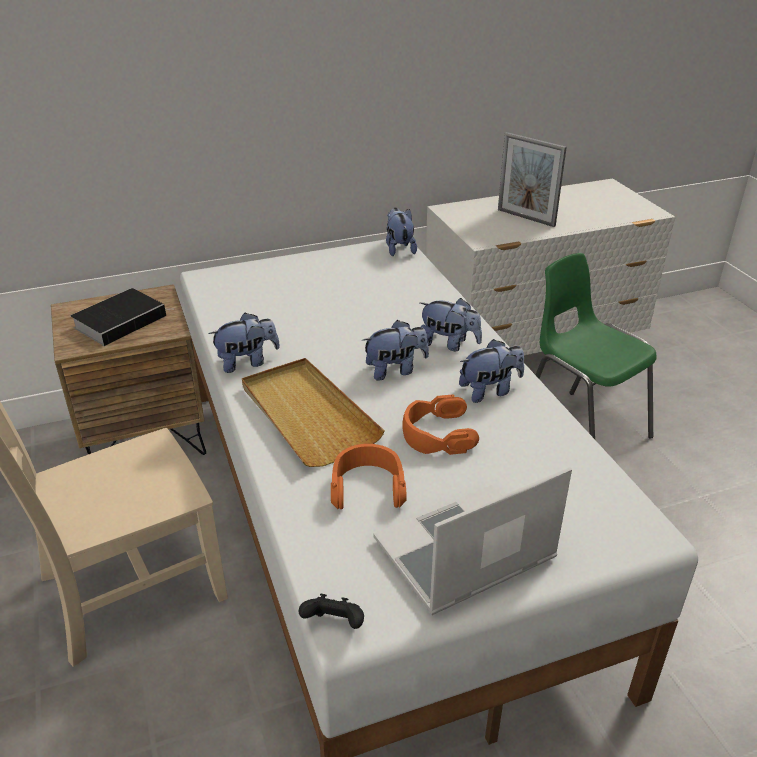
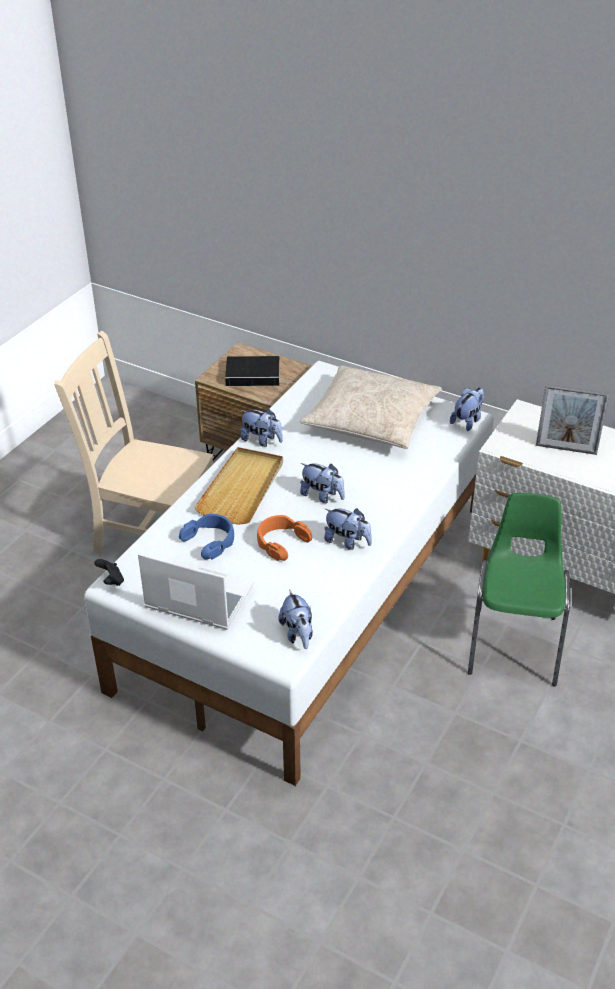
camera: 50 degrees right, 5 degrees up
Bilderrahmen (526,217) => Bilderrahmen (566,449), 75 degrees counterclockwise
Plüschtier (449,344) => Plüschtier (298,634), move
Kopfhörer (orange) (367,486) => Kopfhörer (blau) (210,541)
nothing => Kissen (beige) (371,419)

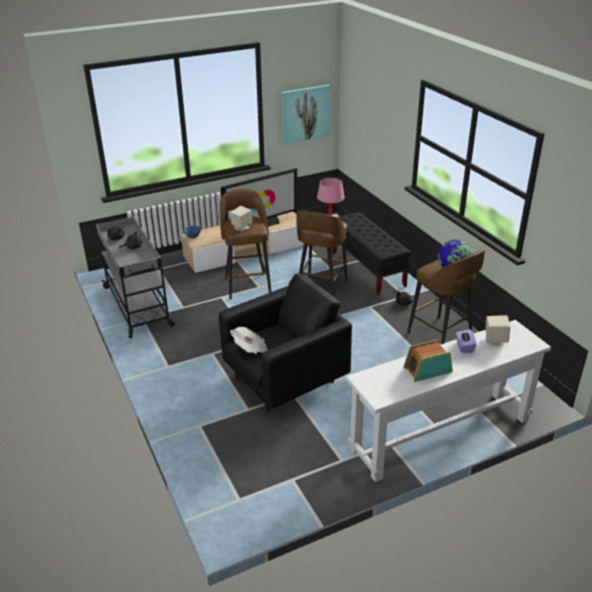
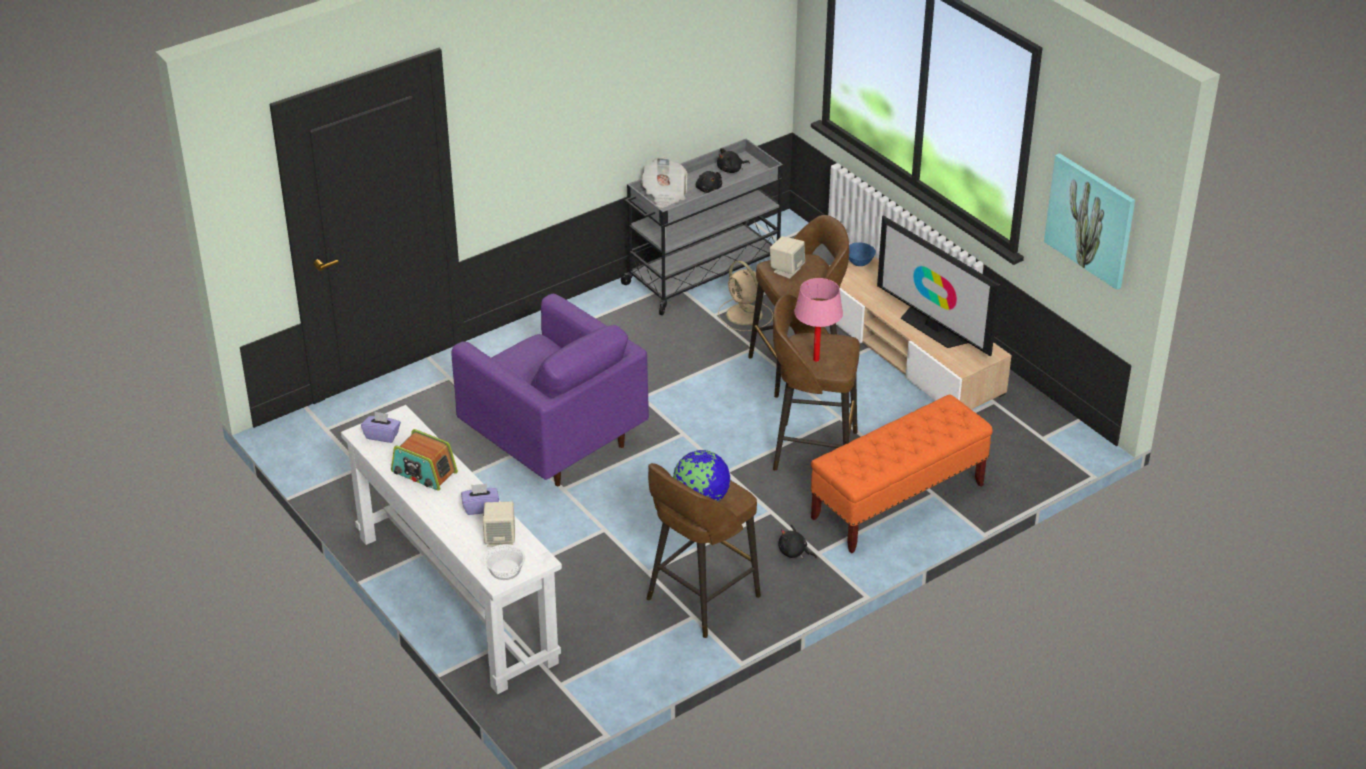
camera: 80 degrees right, 5 degrees up
Bank (schwarz) (368,269) => Bank (orange) (897,502)
Sessel (schwarz) (285,381) => Sessel (lila) (552,439)
Zeitung (251,349) => Zeitung (664,194), move
Radio (427,370) => Radio (424,473), 150 degrees clockwise
nothing => Ventilator (beige) (745,315)
nothing => Taschentuchbox (lila) (382,435)
nothing => Schüssel (505,570)

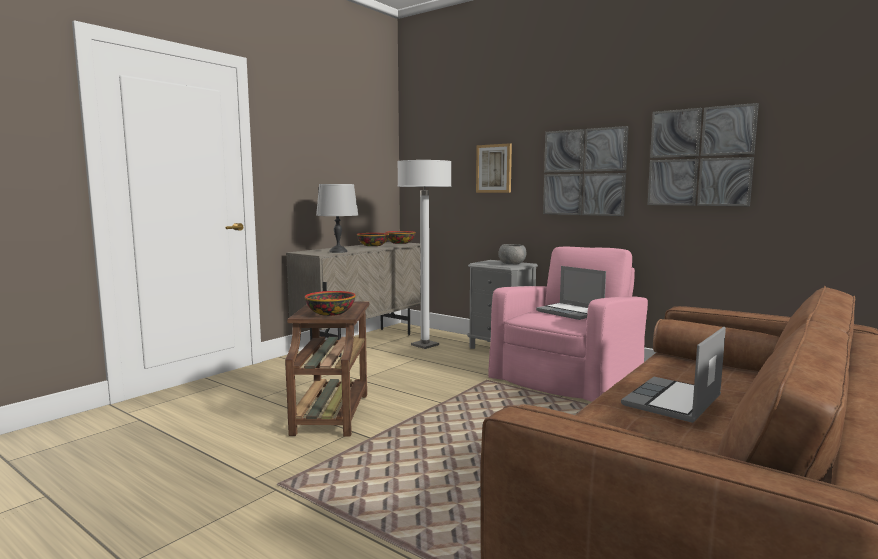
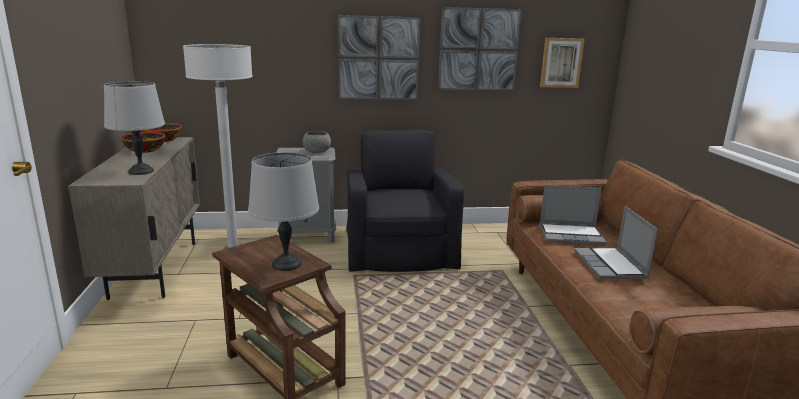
camera: 45 degrees left, 10 degrees up
Bild (494,168) => Bild (561,62), move
Sessel (rosa) (568,374) => Sessel (schwarz) (399,247)
Laptop (571,312) => Laptop (572,235), move
Schüssel (331,313) => Tischlampe (grau) (287,264)

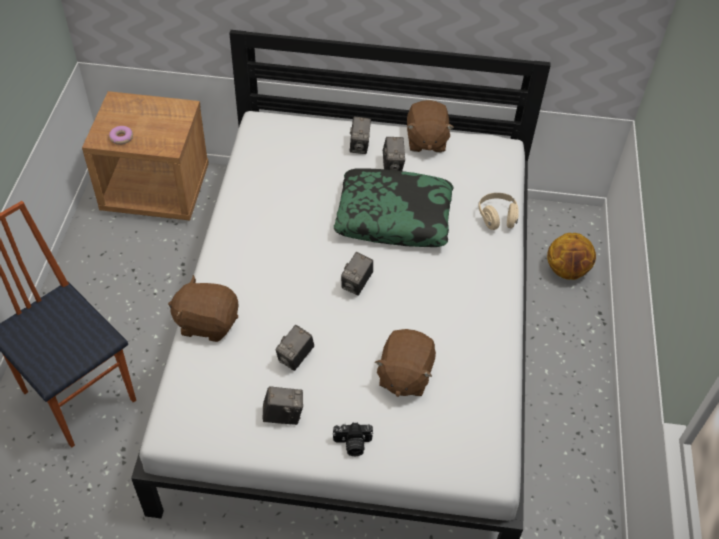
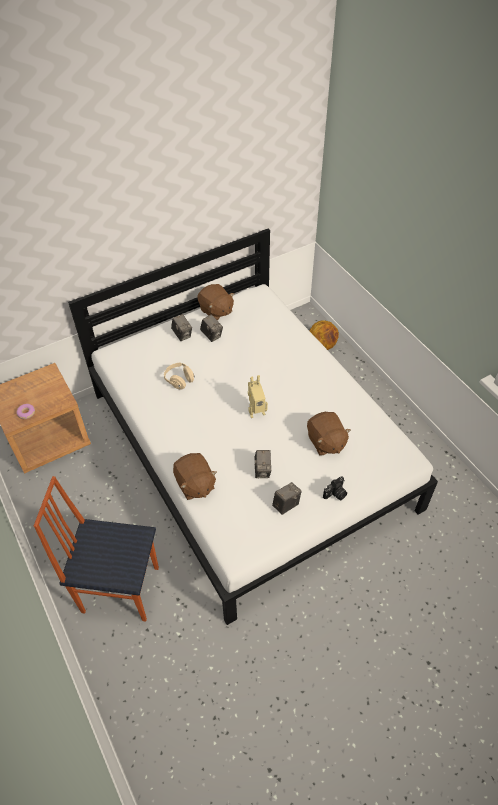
camera: 35 degrees left, 0 degrees up
Kissen (394,216) => nothing
Kopfhörer (beige) (497,218) => Kopfhörer (beige) (179,380), move
Kamera (356,284) => Spielzeugroboter (256,411)
Plüschtier (braun) (207,322) => Plüschtier (braun) (195,484), 90 degrees counterclockwise

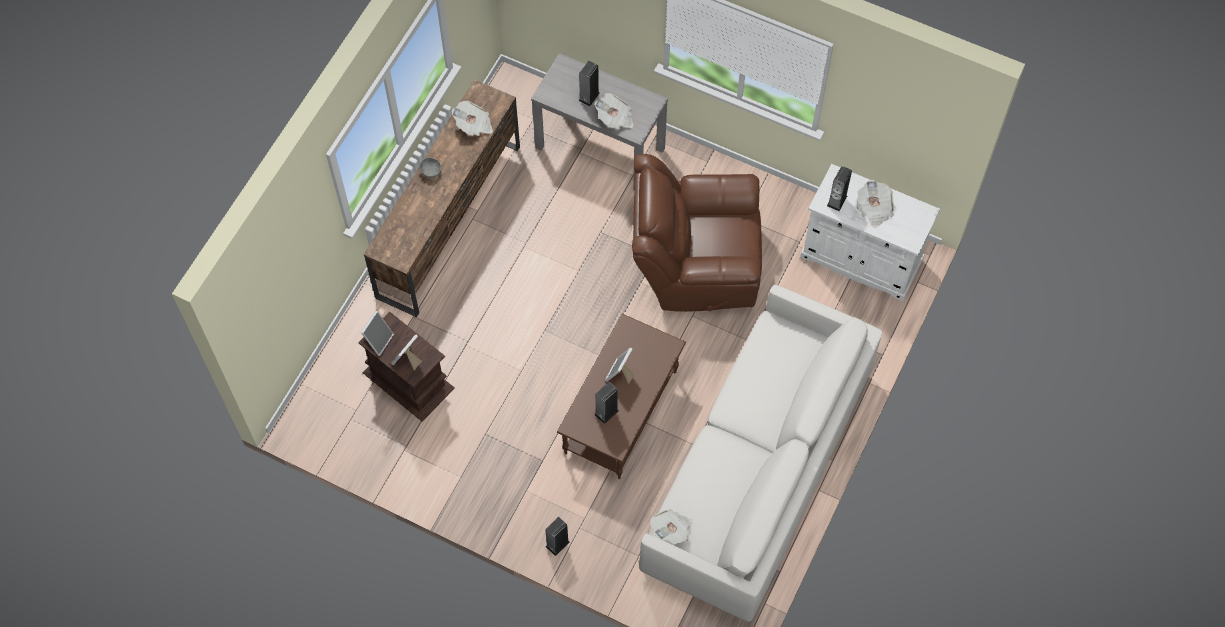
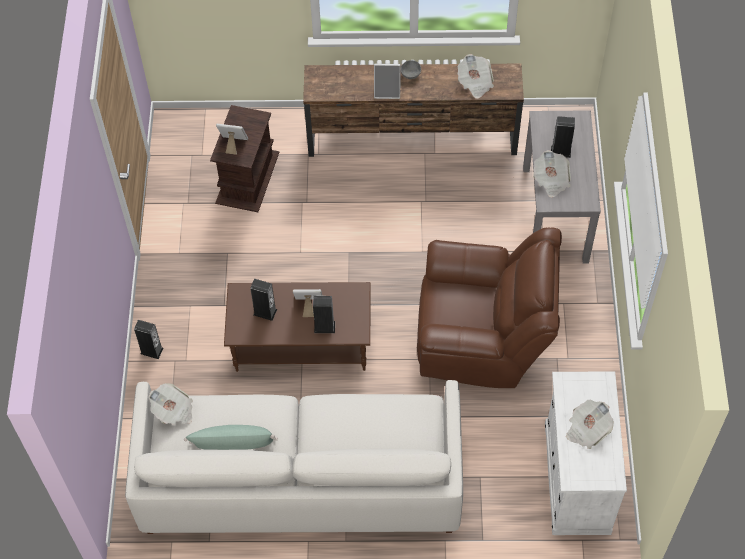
camera: 65 degrees right, 5 degrees down
Sessel (braun) (695,264) => Sessel (braun) (483,339), 120 degrees clockwise
Lautsprecher (837,200) => Lautsprecher (324,327), move
Bilderrahmen (378,340) => Bilderrahmen (387,91), move
nothing => Kissen (grün) (233,444)

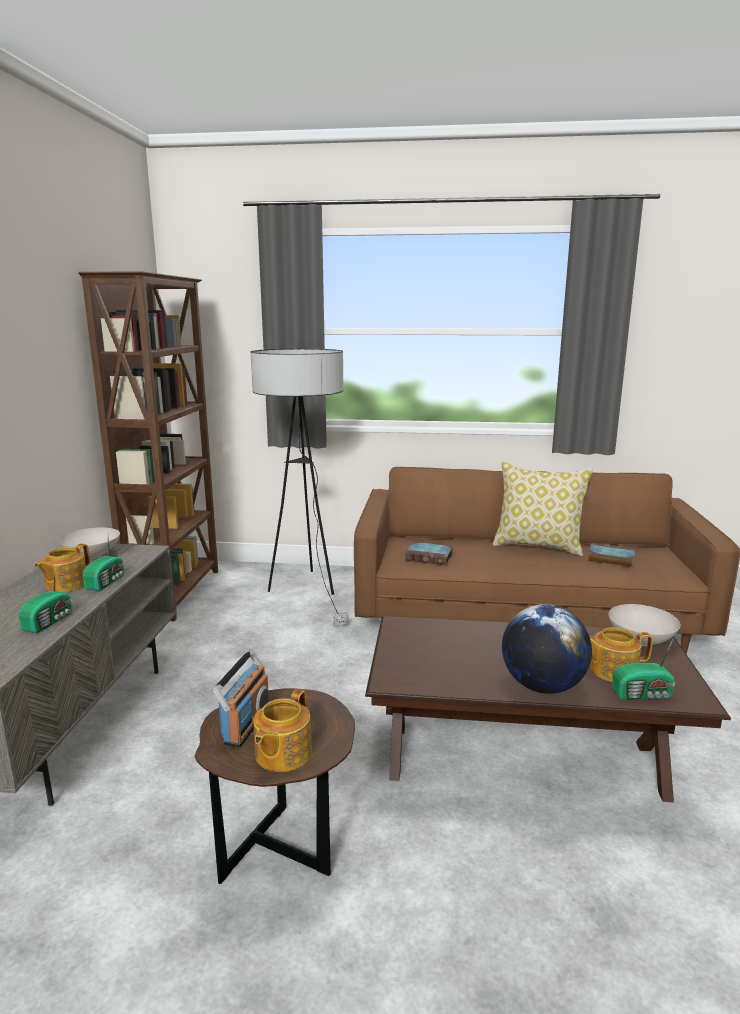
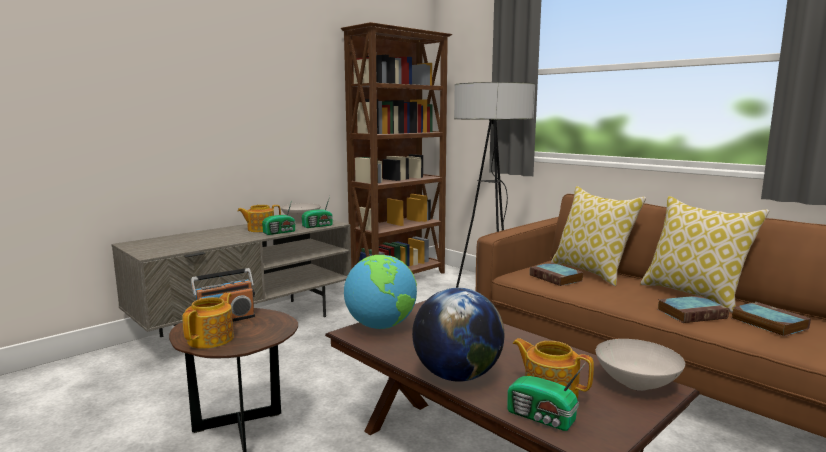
camera: 40 degrees right, 5 degrees down
Radio (50,621) => Radio (318,226), move
Teekanne (282,754) => Teekanne (212,339), 135 degrees clockwise
nothing => Kissen (591,272)
nothing => Globus (381,326)
nothing => Buch (692,313)

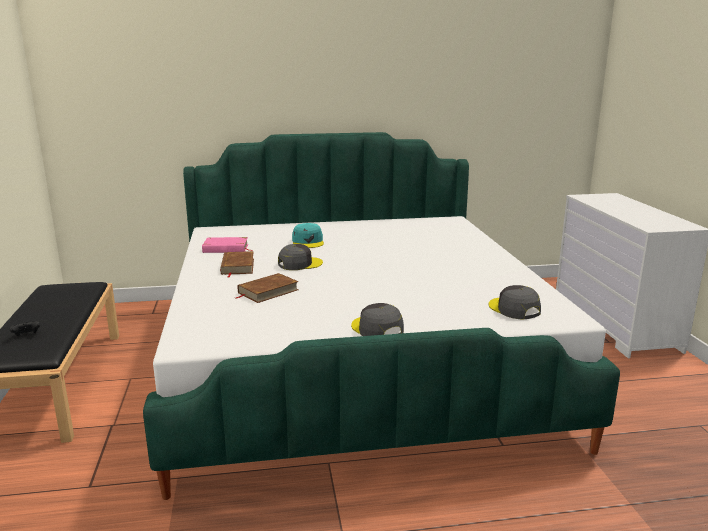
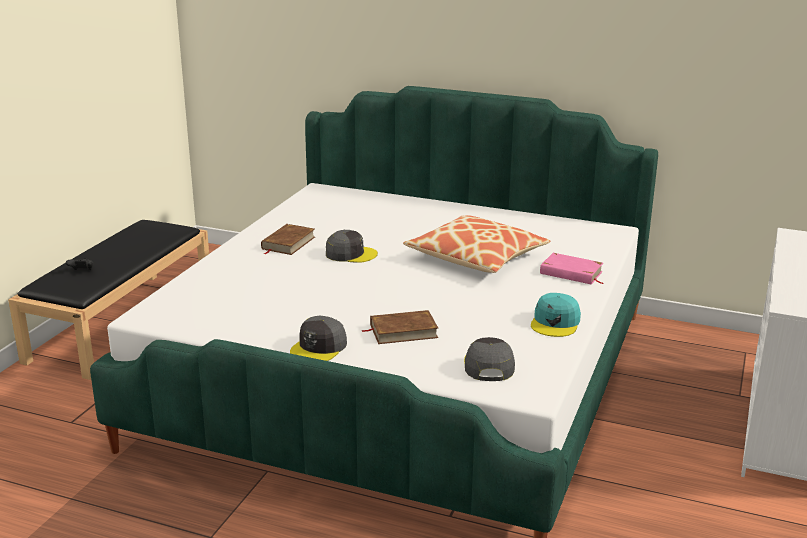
camera: 30 degrees right, 5 degrees up
Kappe (türkis) (308,242) => Kappe (türkis) (555,323), move
Buch (rosa) (226,248) => Buch (rosa) (571,273), move
Buch (braun) (268,291) => Buch (braun) (403,331), move
Kappe (grau) (377,329) => Kappe (grau) (319,347), 150 degrees counterclockwise
nothing => Kissen (476,257)

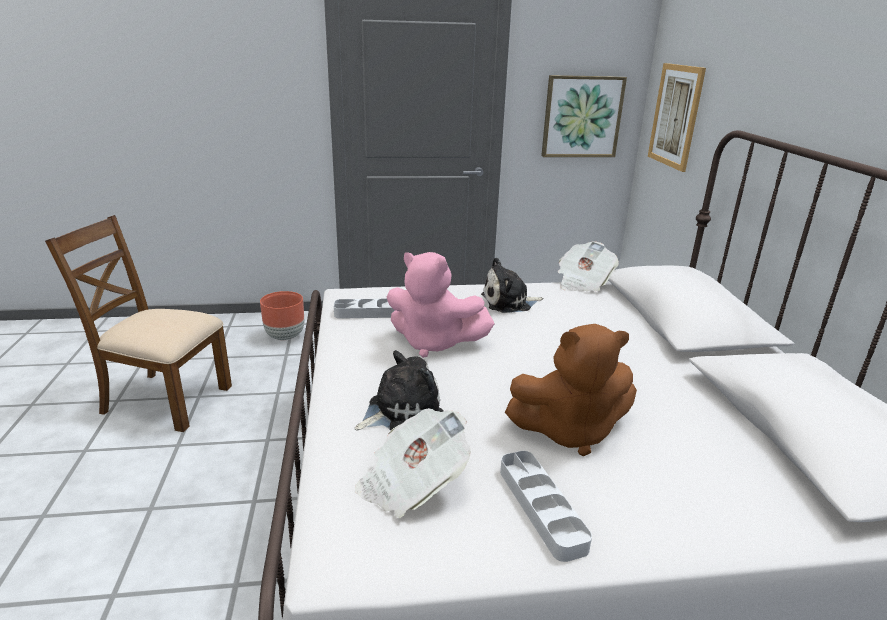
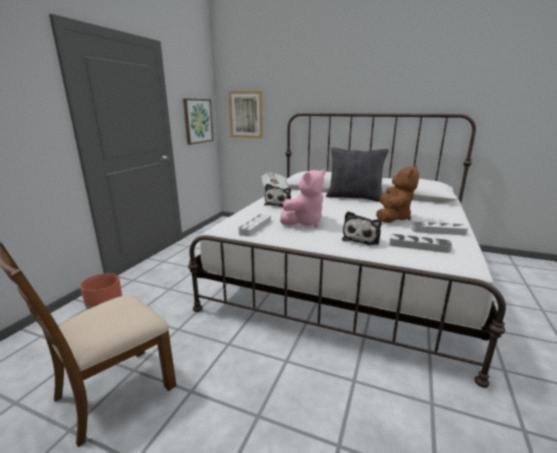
camera: 60 degrees left, 5 degrees down
Plüschtier (401,410) => Plüschtier (362,238), 150 degrees counterclockwise
Zeitung (412,483) => Tablett (grau) (419,246)
nothing => Kissen (schwarz) (354,197)

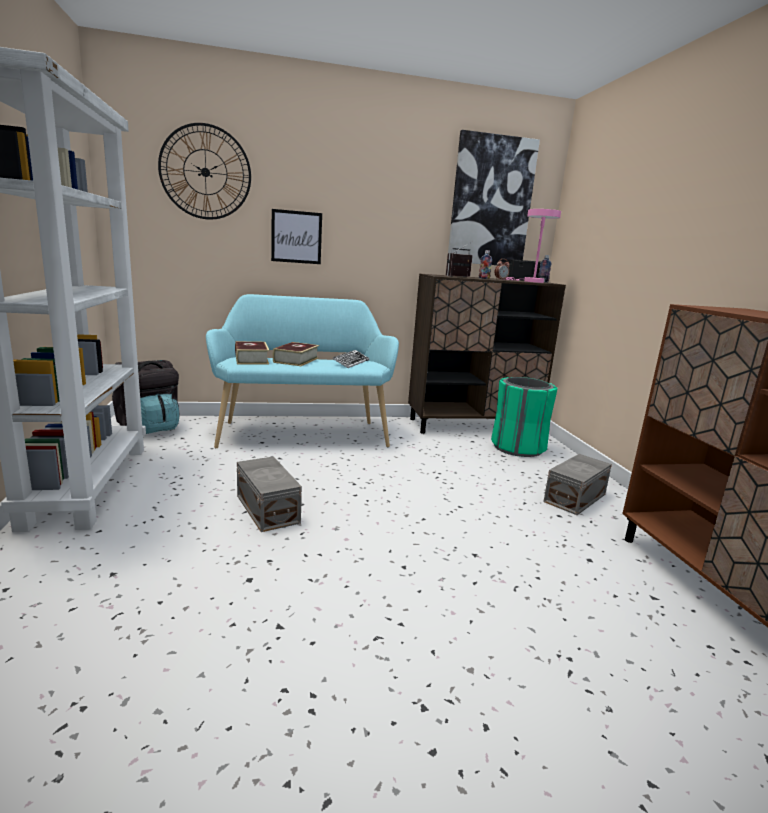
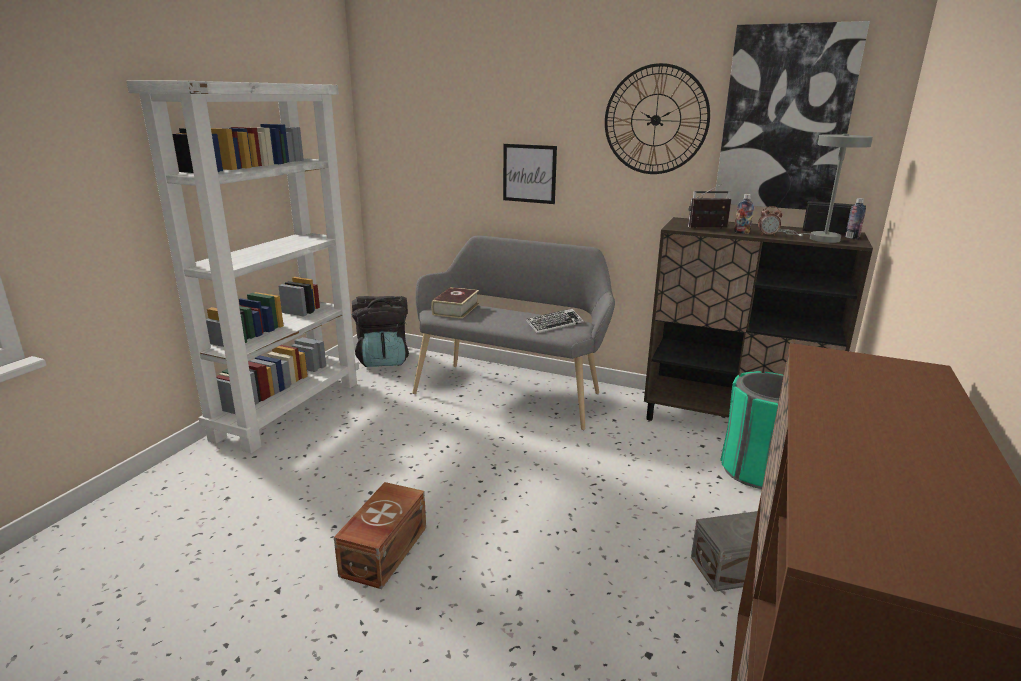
camera: 35 degrees right, 5 degrees up
Wanduhr (205,172) => Wanduhr (655,120), move
Tischlampe (rosa) (529,281) => Tischlampe (grau) (818,238)
Bank (türkis) (302,432) => Bank (grau) (513,391)
Buch (296,360) => nothing
Aufbewahrungsbox (grau) (268,508) => nothing
nothing => Aufbewahrungsbox (braun) (382,551)

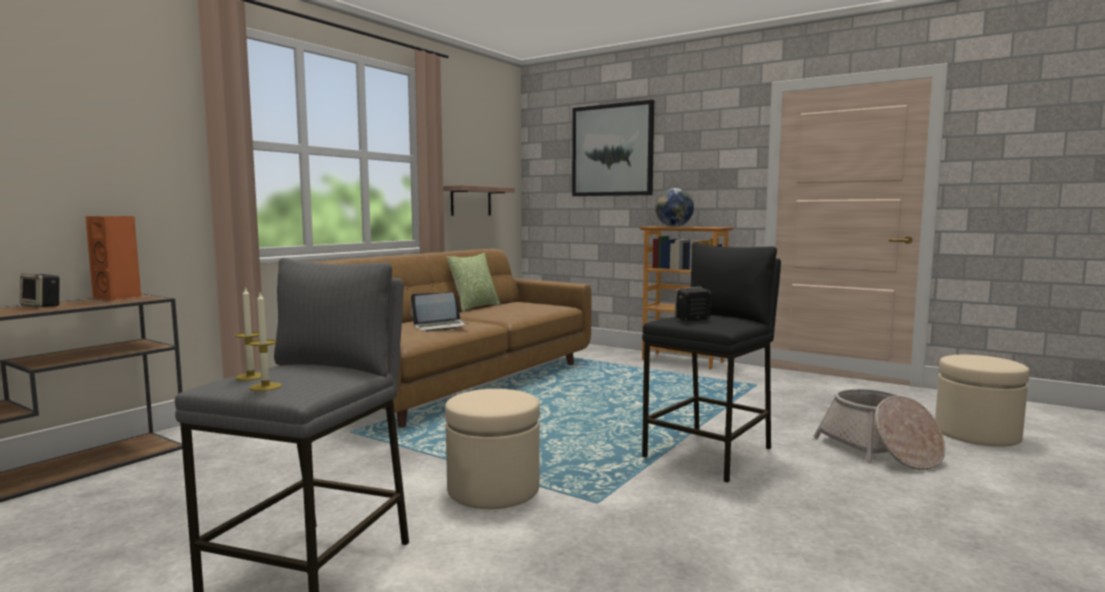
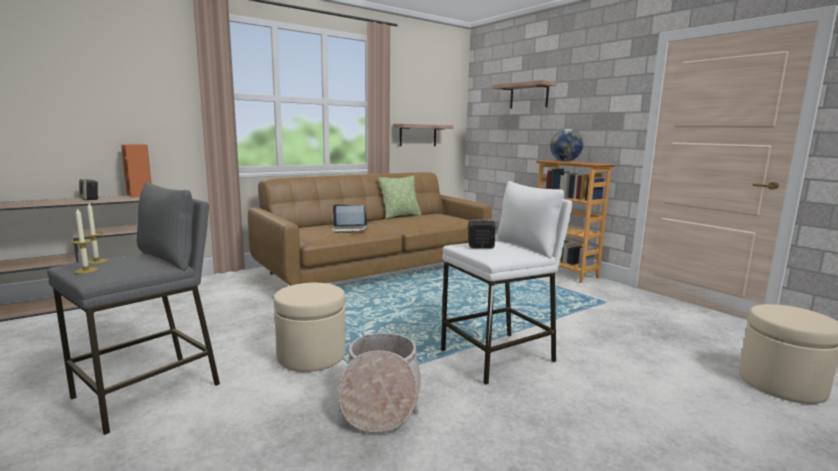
camera: 20 degrees right, 5 degrees up
Bild (612,150) => Wandregal (529,96)
Hocker (schwarz) (710,453) => Hocker (weiß) (499,356)
Korb (879,450) => Korb (380,400), move

